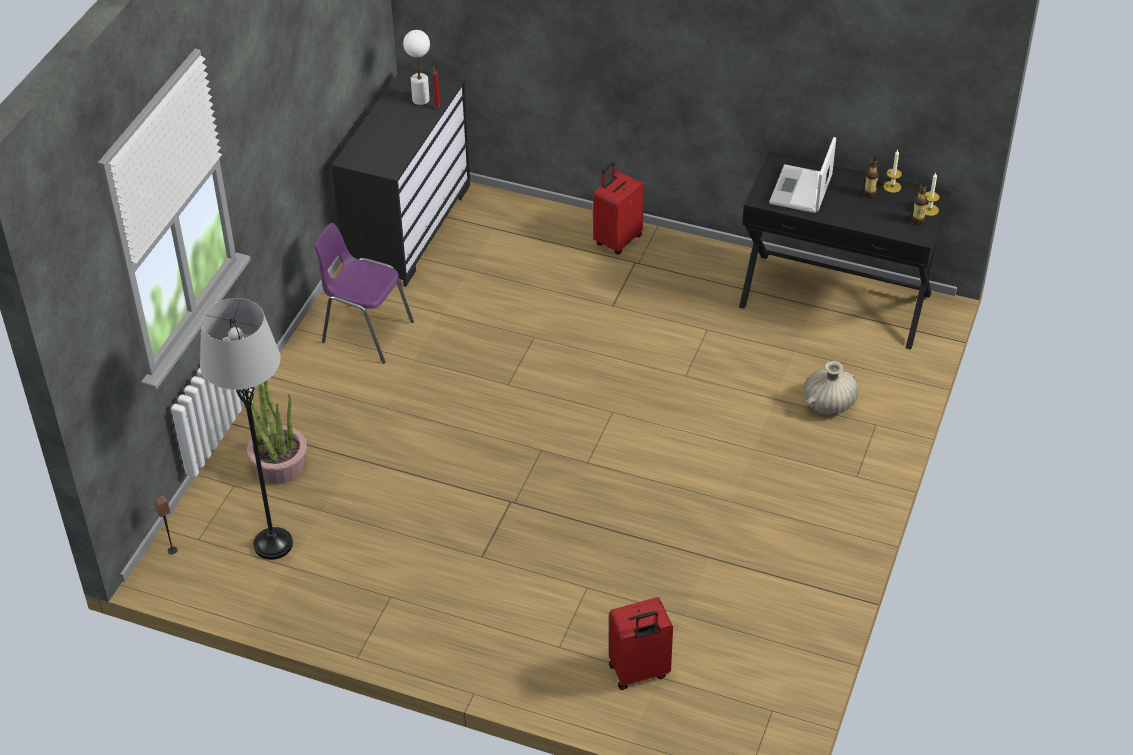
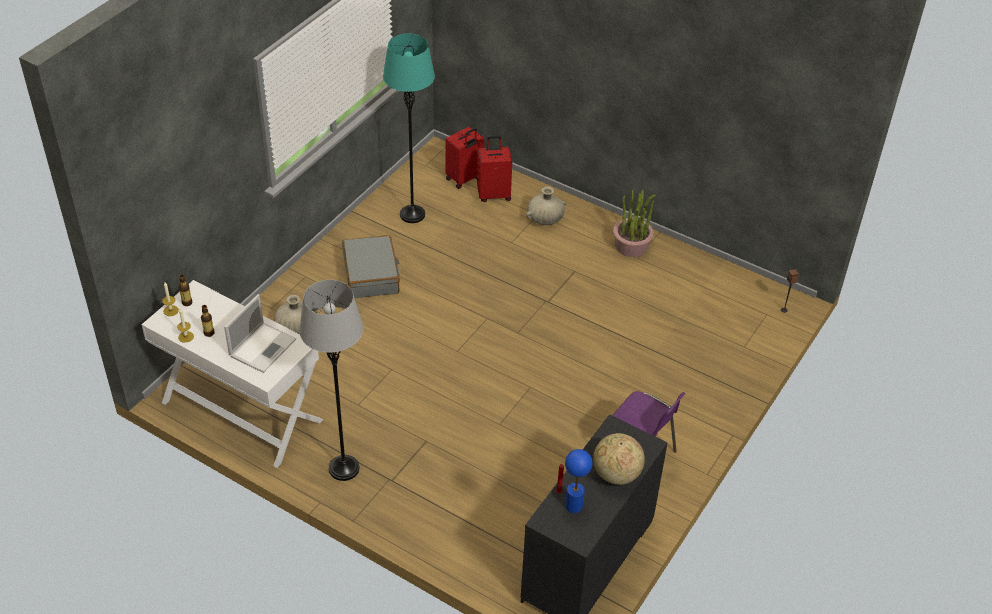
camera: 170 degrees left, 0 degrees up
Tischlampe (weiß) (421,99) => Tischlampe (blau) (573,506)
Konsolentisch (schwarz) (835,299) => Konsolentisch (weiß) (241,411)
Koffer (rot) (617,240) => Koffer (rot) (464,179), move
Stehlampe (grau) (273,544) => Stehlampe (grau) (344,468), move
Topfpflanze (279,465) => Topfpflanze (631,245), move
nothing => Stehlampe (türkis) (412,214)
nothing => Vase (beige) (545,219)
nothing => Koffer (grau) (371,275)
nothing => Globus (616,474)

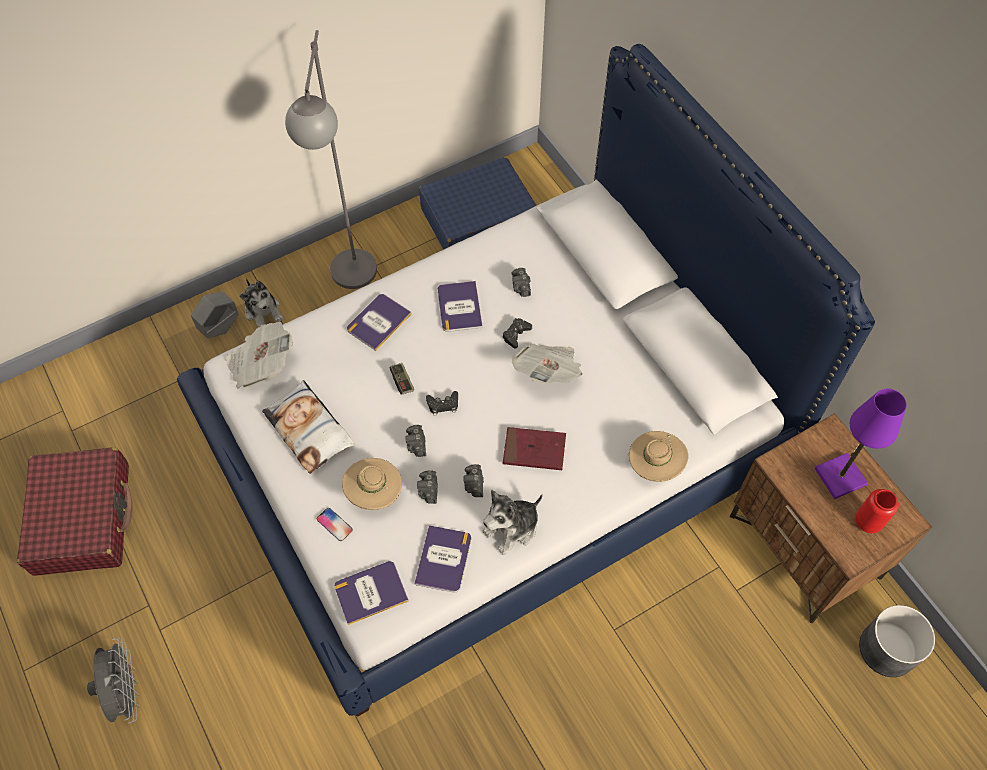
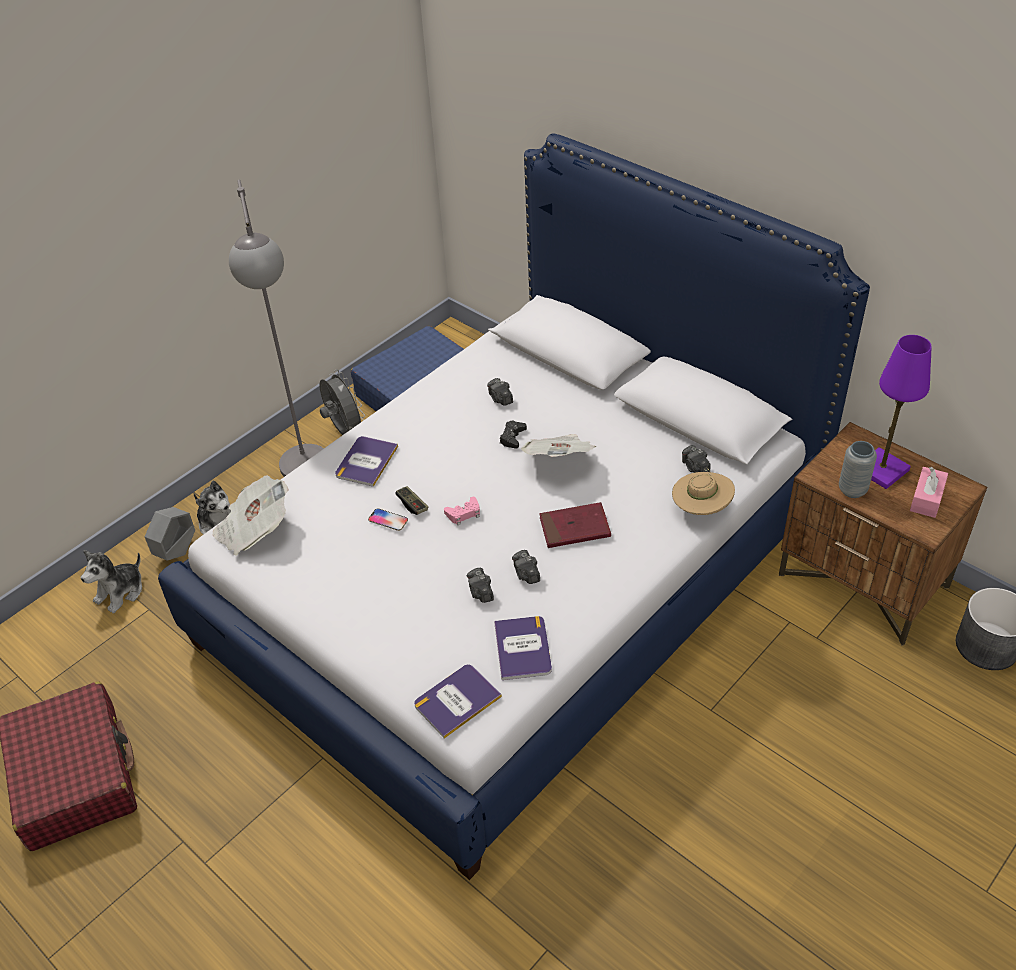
camera: 15 degrees left, 15 degrees down
Buch (459,307) => nothing
Kissen (309,430) => nothing
Gamepad (schwarz) (443,405) => Gamepad (rosa) (464,514)
Kamera (417,445) => Kamera (695,467), move
Hut (beige) (374,492) => nothing
Vase (rot) (867,522) => Taschentuchbox (rosa) (926,499)
Plüschtier (512,528) => Plüschtier (121,592), move
Handy (334,524) => Handy (388,520), move
Ventilator (grau) (126,692) => Ventilator (grau) (344,431), move
nothing => Vase (grau) (852,490)

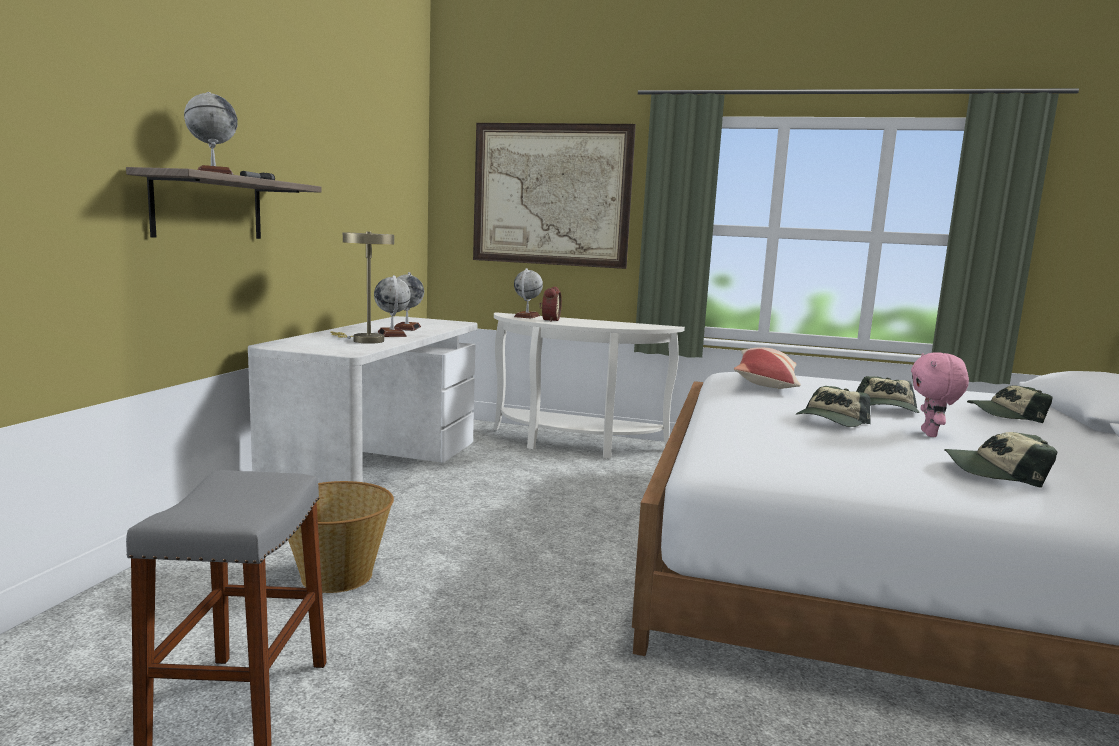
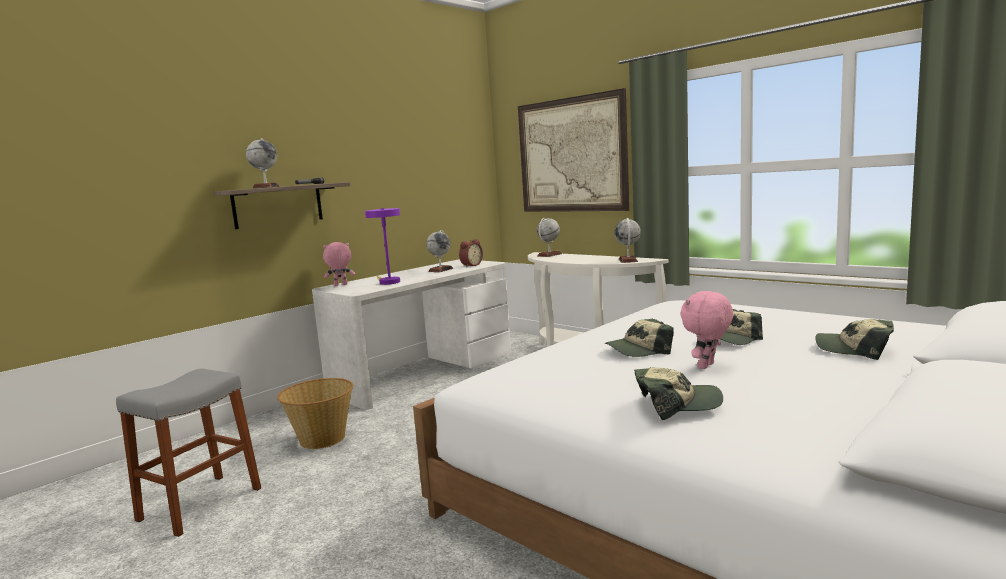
camera: 30 degrees right, 0 degrees up
Tischlampe (beige) (364,340) => Tischlampe (lila) (388,282)
Globus (392,334) => Globus (628,260), move
Wecker (549,320) => Wecker (470,265), move
Kissen (766,381) => nothing
Kappe (995,472) => Kappe (676,404), 135 degrees clockwise
nothing => Plüschtier (rosa) (340,285)

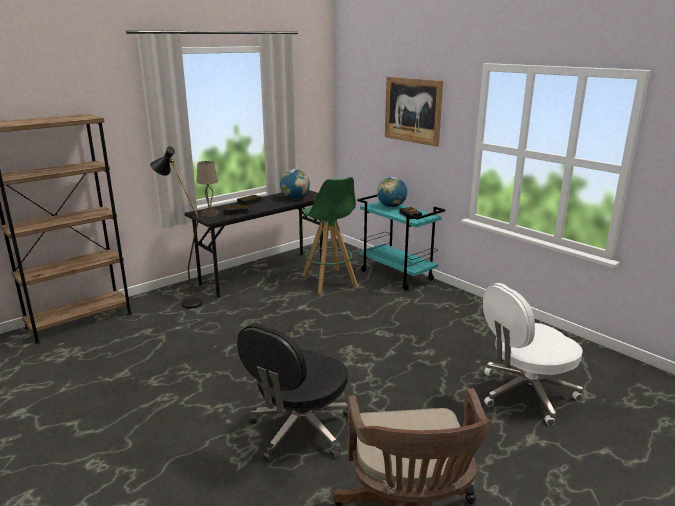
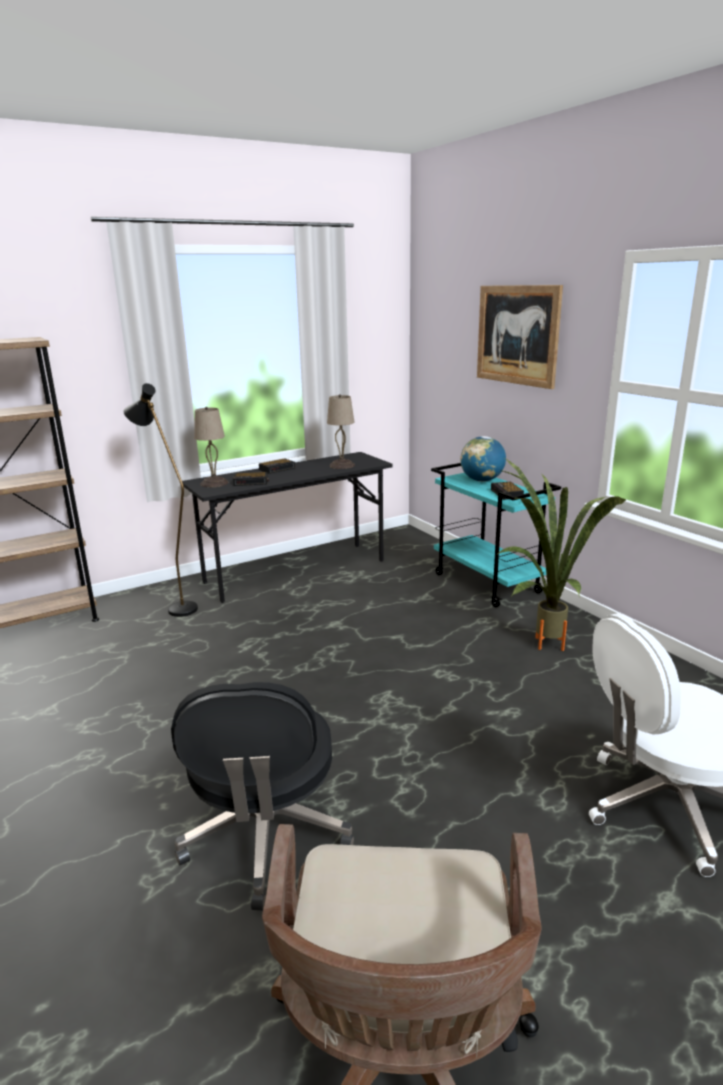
camera: 10 degrees right, 0 degrees up
Globus (295,198) => Tischlampe (beige) (342,465)
Hocker (grün) (329,281) => nothing
Bürostuhl (schwarz) (299,430) => Bürostuhl (schwarz) (266,837), 45 degrees counterclockwise
nothing => Topfpflanze (539,642)

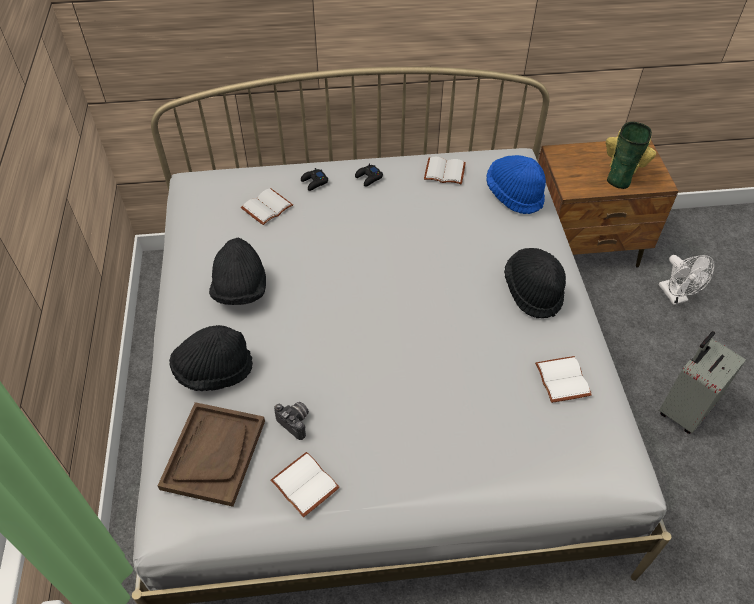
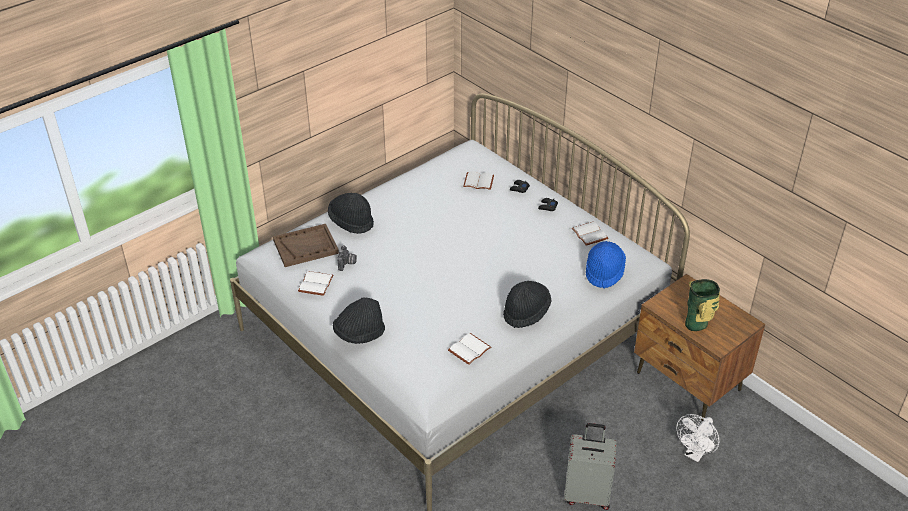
camera: 55 degrees right, 10 degrees down
Hut (schwarz) (240,290) => Hut (schwarz) (359,334), move

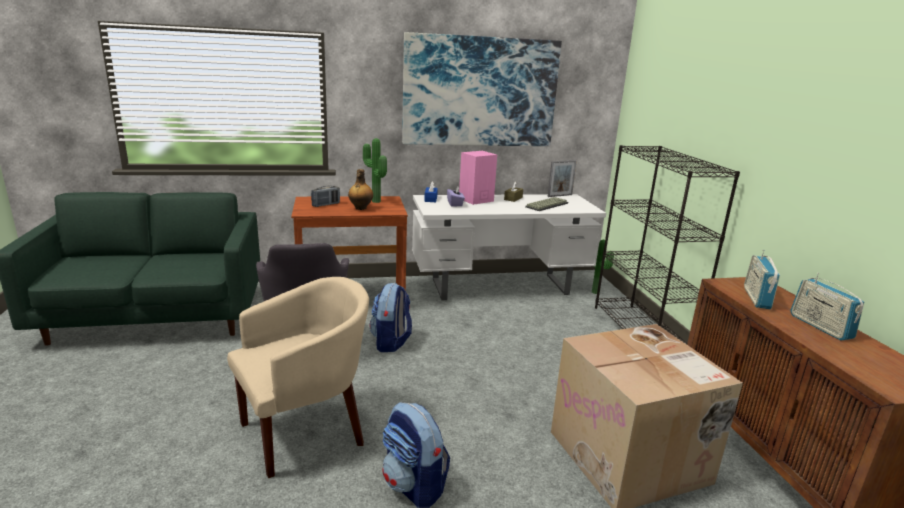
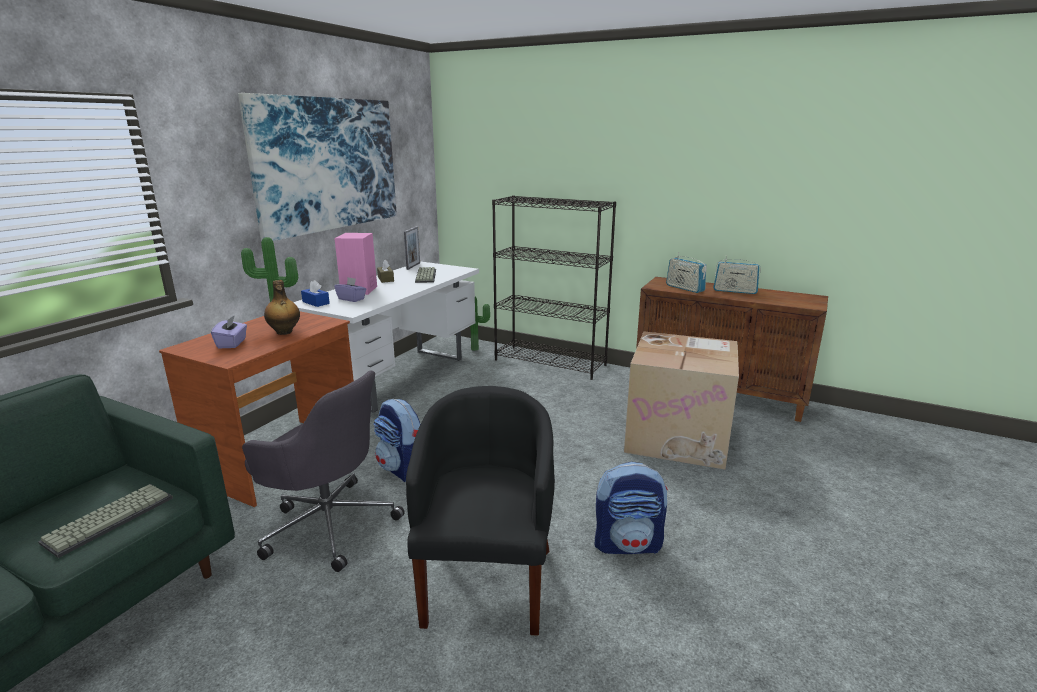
camera: 50 degrees left, 0 degrees up
Radio (326,205) => Taschentuchbox (lila) (232,343)
Sessel (beige) (306,430) => Sessel (schwarz) (487,580)
nothing => Tastatur (110,518)

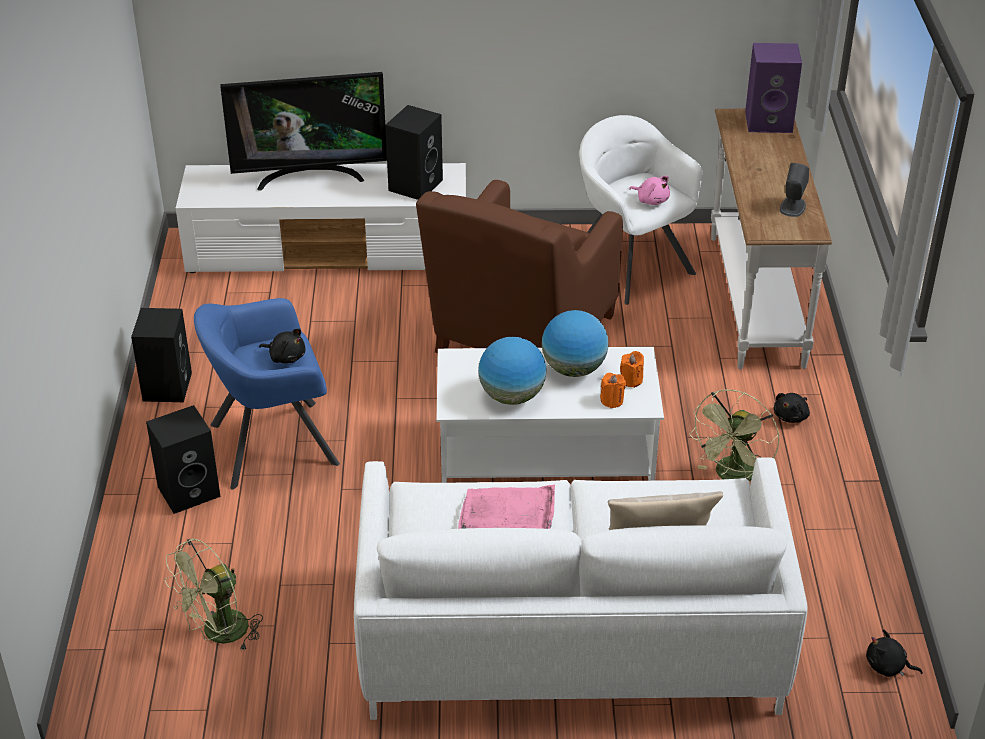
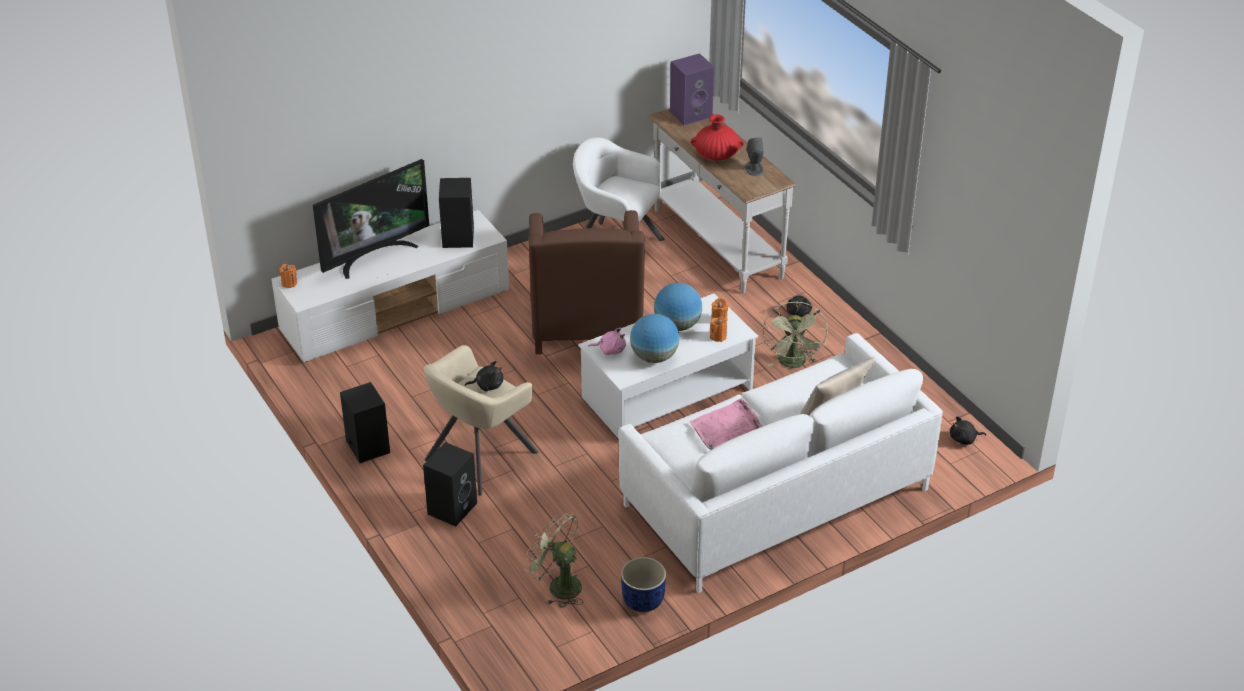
camera: 30 degrees left, 0 degrees up
Plüschtier (rosa) (651,200) => Plüschtier (rosa) (610,350), move
Sessel (blau) (272,444) => Sessel (beige) (480,456)
Ventilator (grün) (218,634) => Ventilator (grün) (557,585), 105 degrees clockwise
nothing => Vase (rot) (716,156)
nothing => Kerze (orange) (289,283)
nothing => Pflanzkübel (blau) (642,600)

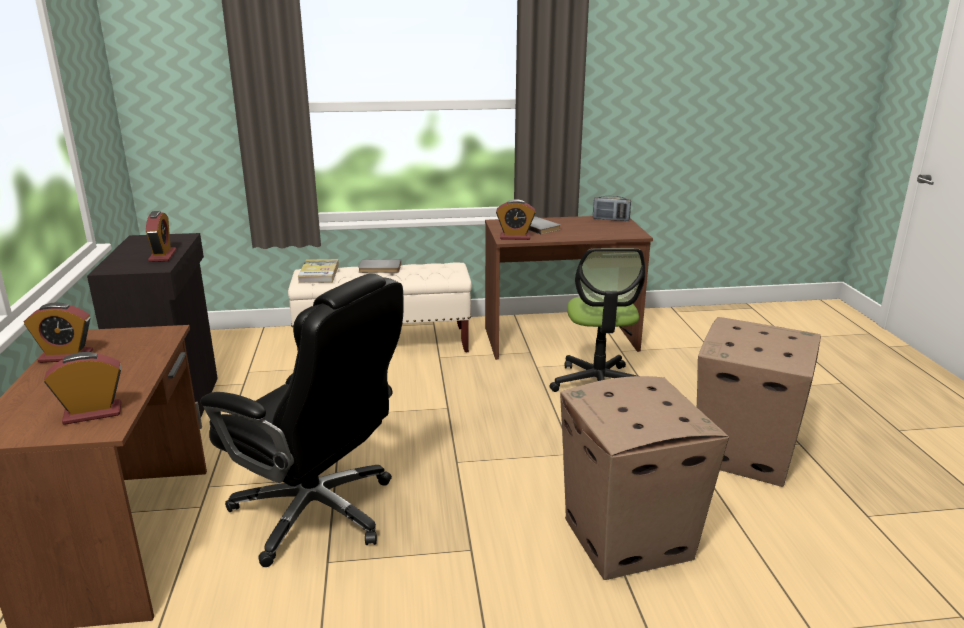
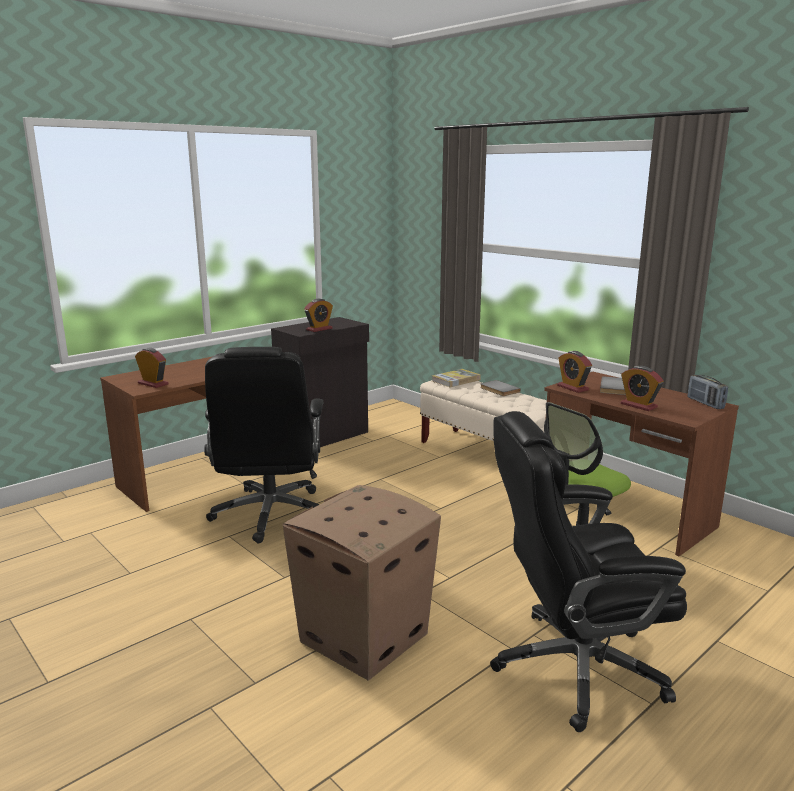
camera: 55 degrees right, 5 degrees down
Wecker (66,356) => Wecker (638,405), move
Karton (742,453) => Bürostuhl (schwarz) (574,667)

